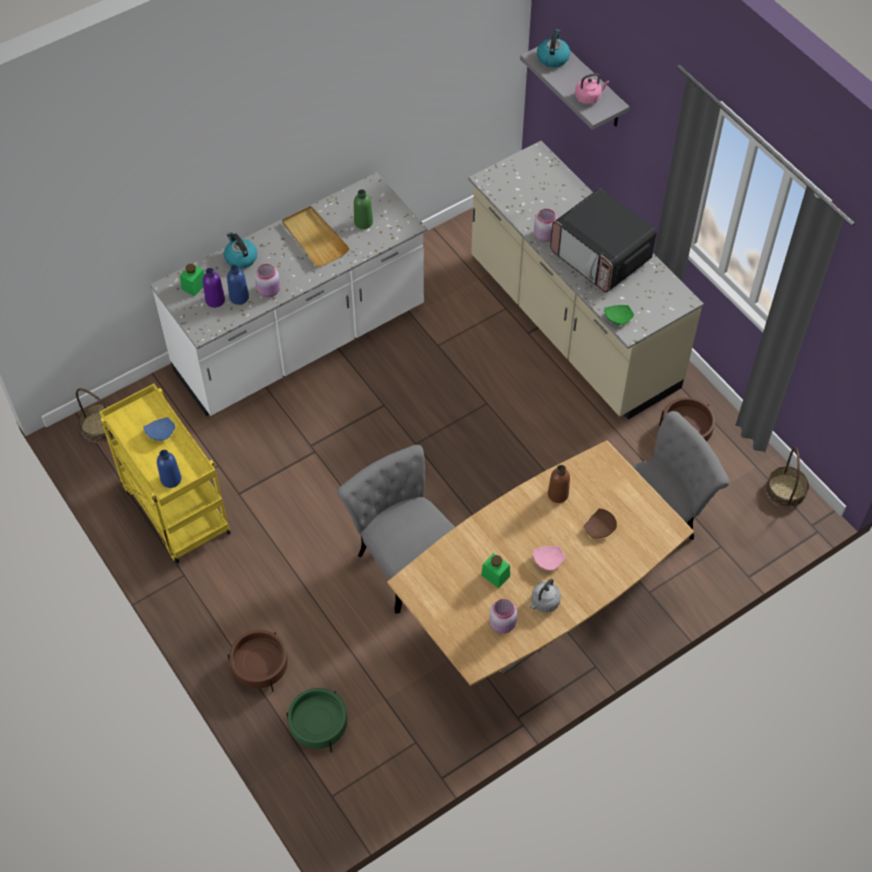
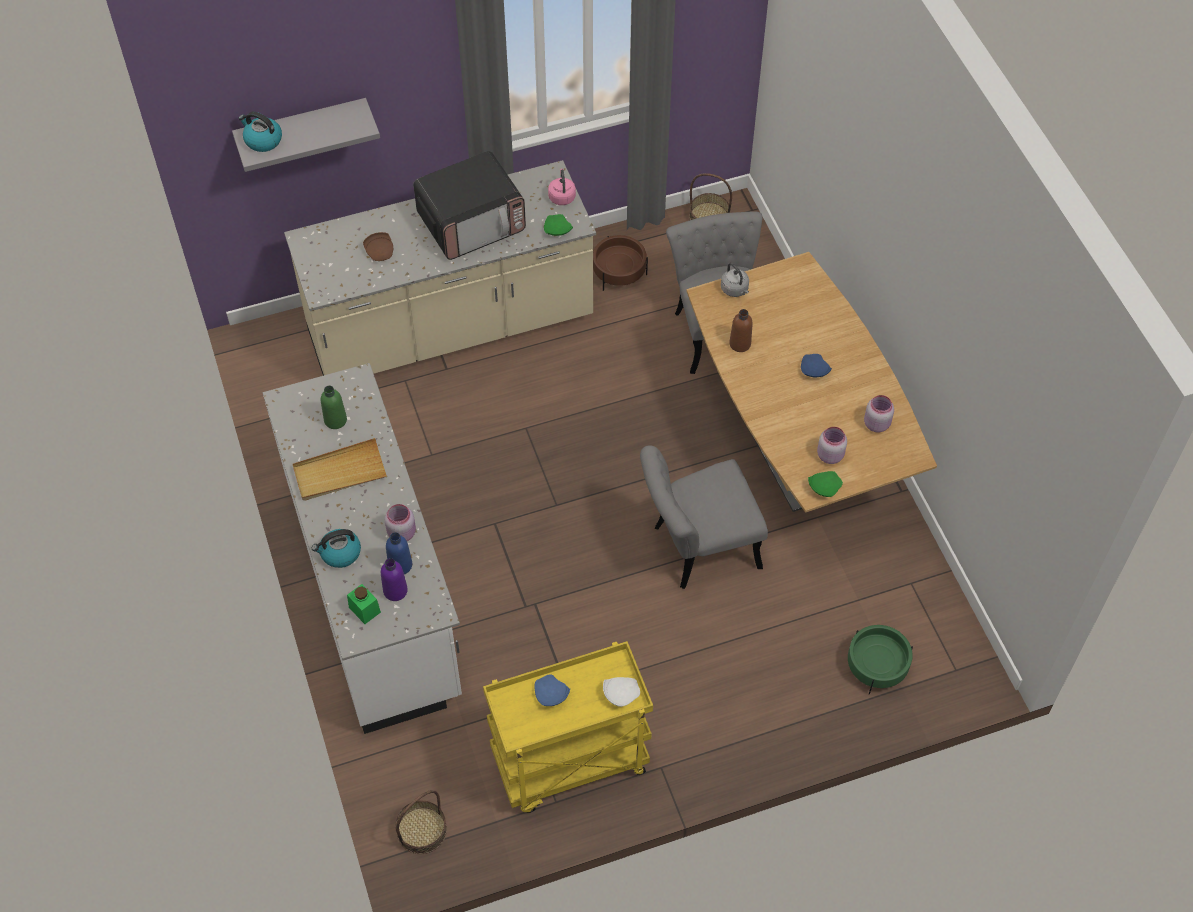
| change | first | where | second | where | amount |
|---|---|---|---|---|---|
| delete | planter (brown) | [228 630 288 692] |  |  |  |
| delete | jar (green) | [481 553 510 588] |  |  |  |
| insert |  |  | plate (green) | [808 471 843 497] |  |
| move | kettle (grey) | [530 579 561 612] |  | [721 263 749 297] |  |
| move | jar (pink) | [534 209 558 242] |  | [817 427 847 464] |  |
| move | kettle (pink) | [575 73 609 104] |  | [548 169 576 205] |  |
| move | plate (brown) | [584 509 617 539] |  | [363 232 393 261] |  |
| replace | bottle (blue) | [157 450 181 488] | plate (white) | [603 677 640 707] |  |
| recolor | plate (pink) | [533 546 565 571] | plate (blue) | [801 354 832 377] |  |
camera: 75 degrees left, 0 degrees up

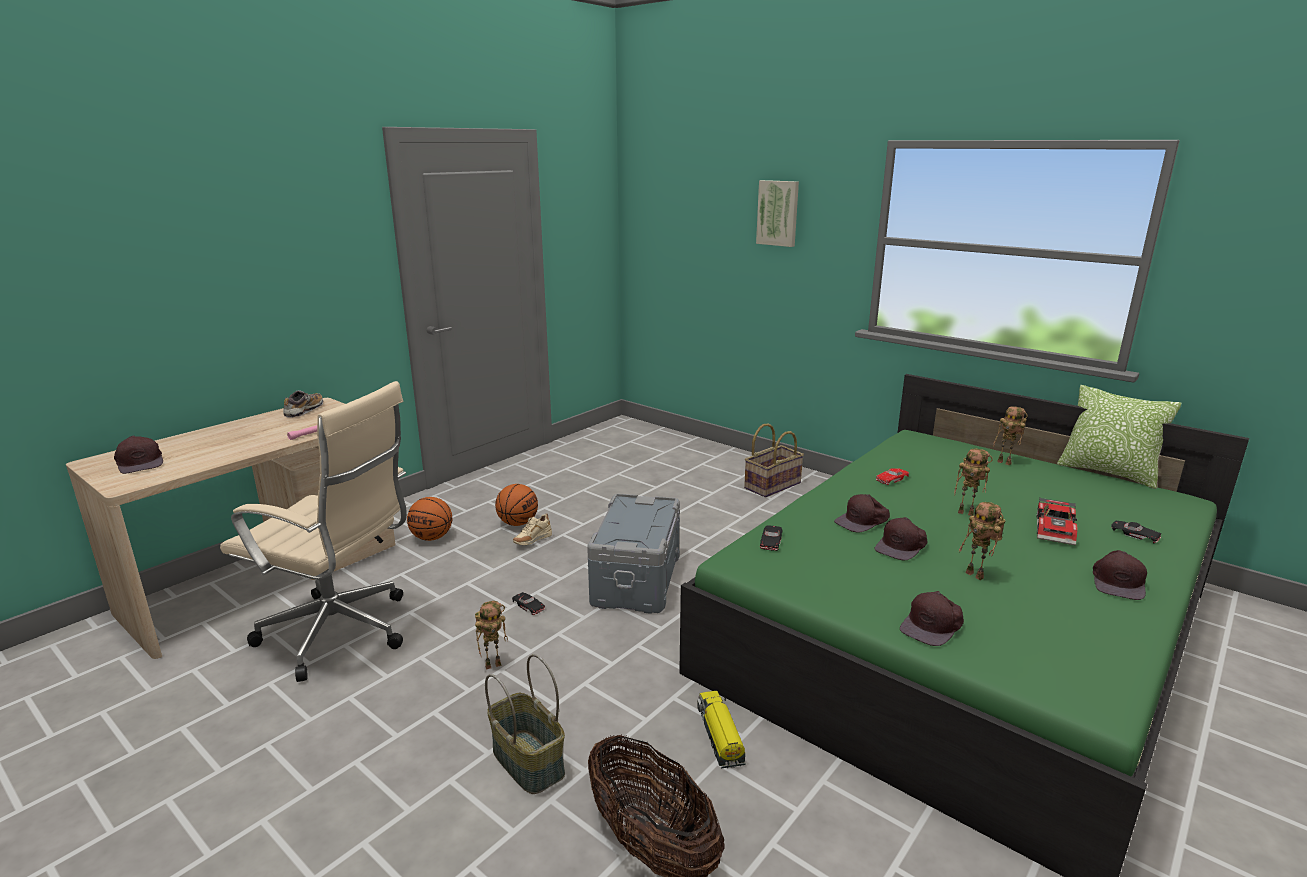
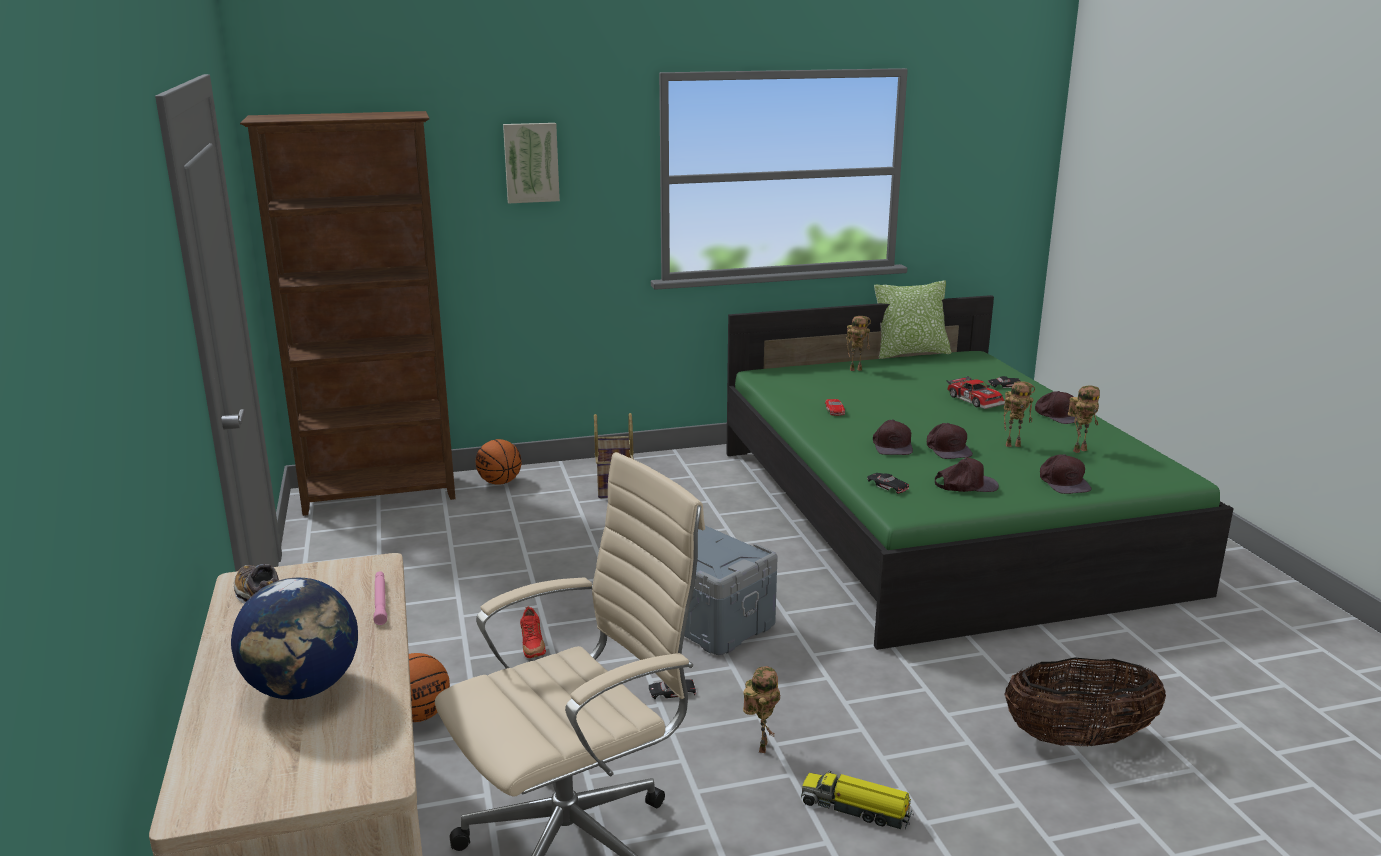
| change | first | where | second | where | amount |
|---|---|---|---|---|---|
| delete | basket | [485 654 565 794] |  |  |  |
| insert |  |  | globe | [231 578 358 700] |  |
| insert |  |  | bookcase (brown) | [240 111 456 516] |  |
| move | cap (brown) | [114 436 163 474] |  | [935 457 999 492] |  |
| move | basketball | [495 484 538 526] |  | [476 439 522 485] |  |
| move | toy truck | [697 691 746 769] |  | [801 771 914 829] |  |
| move | toy robot | [954 449 993 516] |  | [1068 385 1100 453] |  |
| recolor | shoe (beige) | [513 514 552 545] | shoe (red) | [520 606 546 658] |  |
camera: 55 degrees left, 0 degrees up

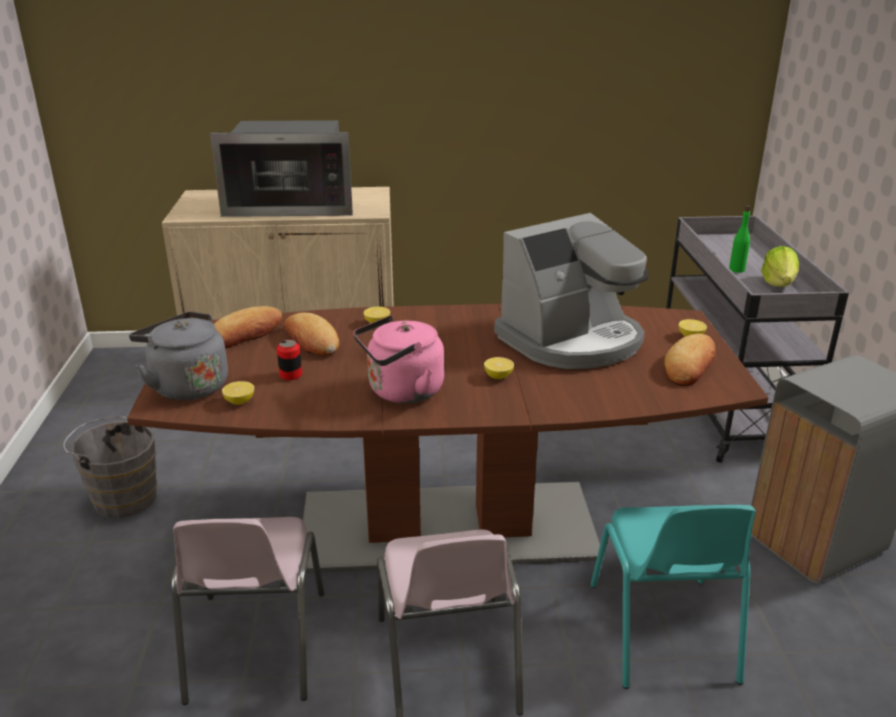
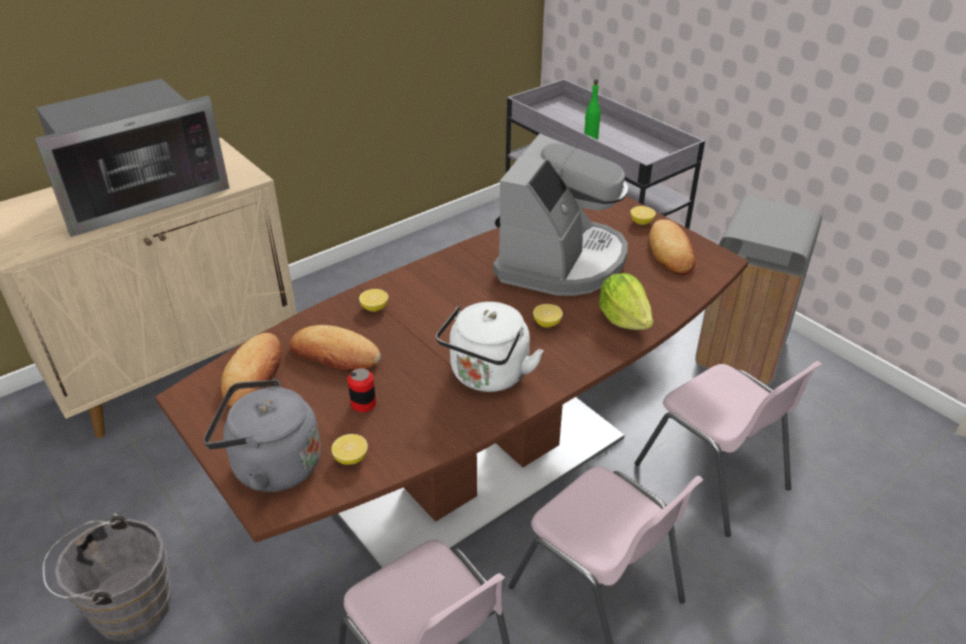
| change | first | where | second | where | amount |
|---|---|---|---|---|---|
| move | lettuce | [761 246 799 287] |  | [599 273 653 330] |  |
| recolor | kettle (pink) | [353 315 444 403] | kettle (white) | [436 302 543 392] |  |
| recolor | chair (turquoise) | [591 505 756 689] | chair (pink) | [634 361 822 537] |  |
camera: 35 degrees left, 10 degrees up

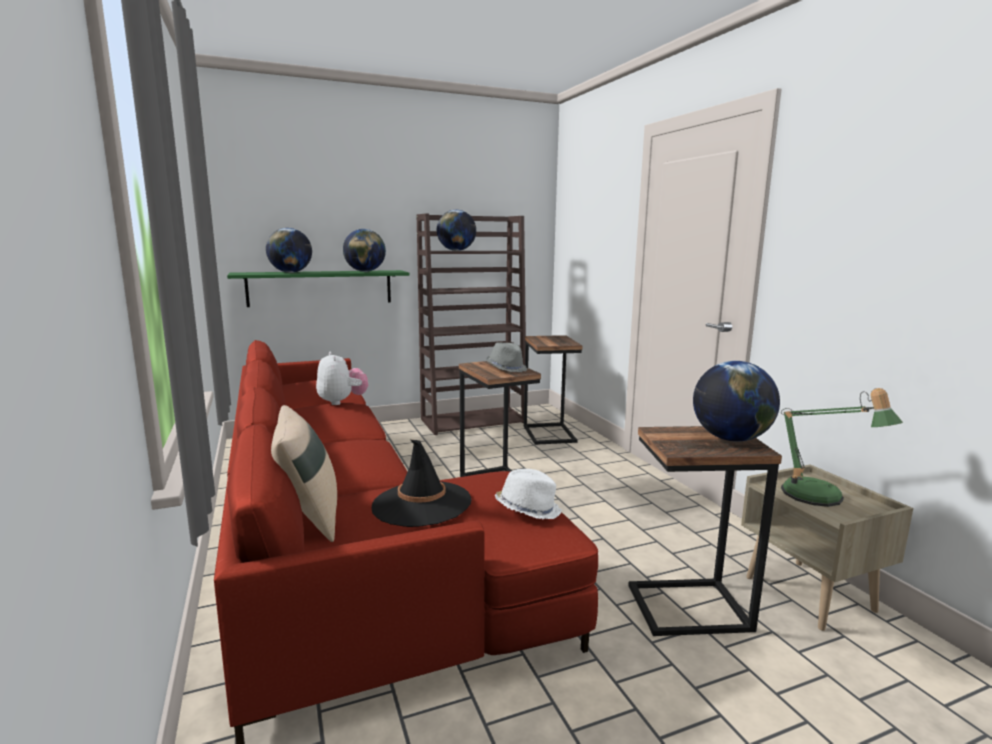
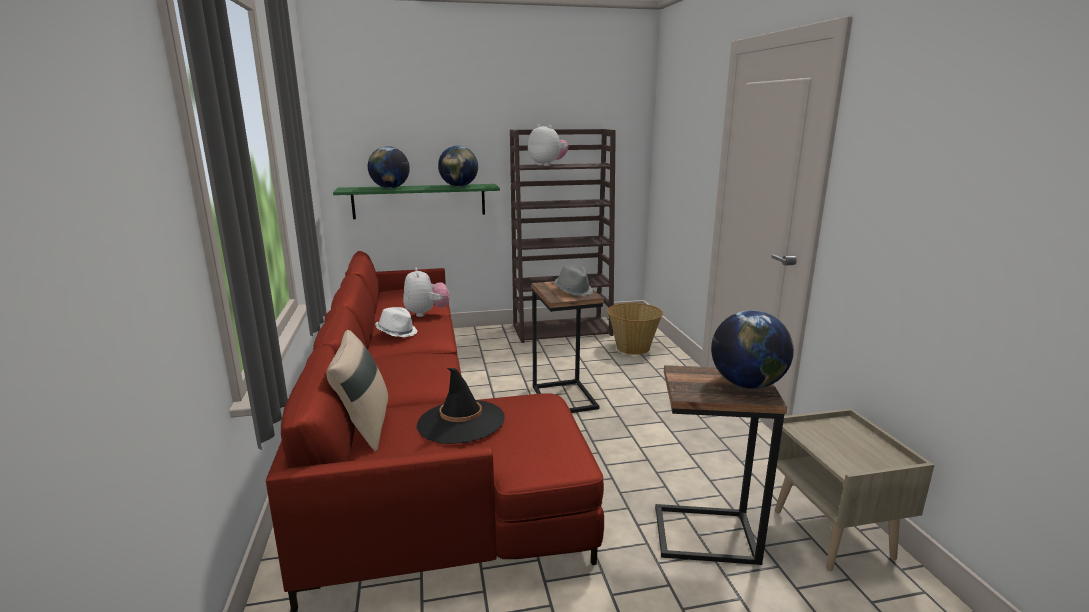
| change | first | where | second | where | amount |
|---|---|---|---|---|---|
| delete | table lamp | [781 388 903 507] |  |  |  |
| move | hat (white) | [495 469 562 519] |  | [375 307 418 337] |  |
| replace | globe | [437 210 476 251] | plush toy | [528 124 568 166] |  |
| replace | side table | [524 335 582 445] | basket | [607 303 663 355] |  |
camera: 10 degrees right, 5 degrees up

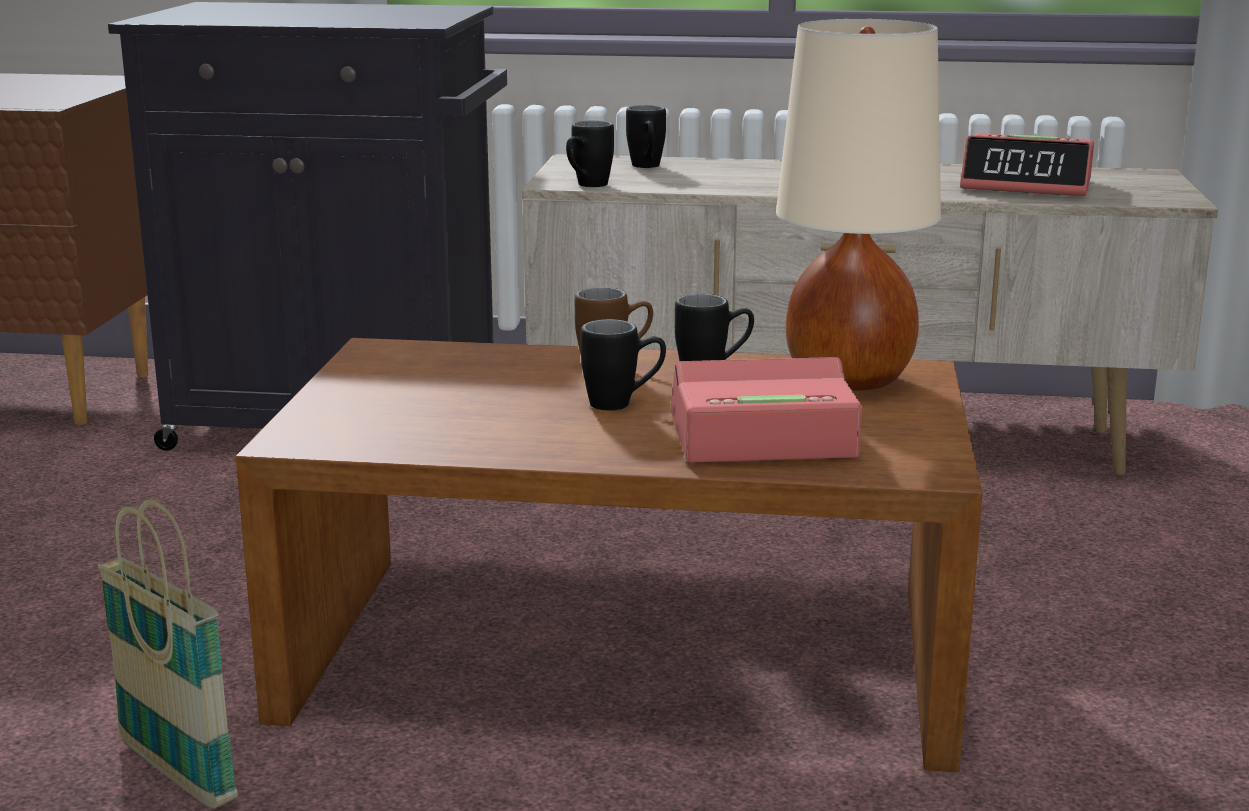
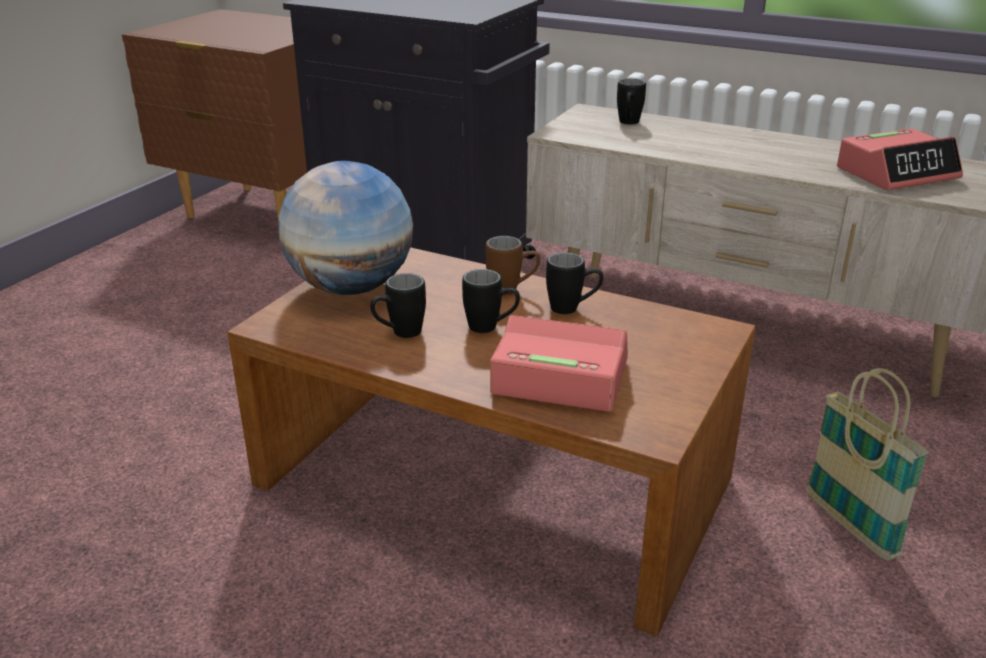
| change | first | where | second | where | amount |
|---|---|---|---|---|---|
| delete | table lamp (beige) | [776 19 941 391] |  |  |  |
| insert |  |  | globe | [278 161 413 295] |  |
| move | basket | [98 500 238 809] |  | [806 368 929 561] |  |
| move | mug (black) | [566 120 614 187] |  | [370 273 426 338] |  |
| rotate | alarm clock | [960 133 1094 196] |  | [837 128 963 190] | 60 degrees counterclockwise |
camera: 20 degrees right, 10 degrees up

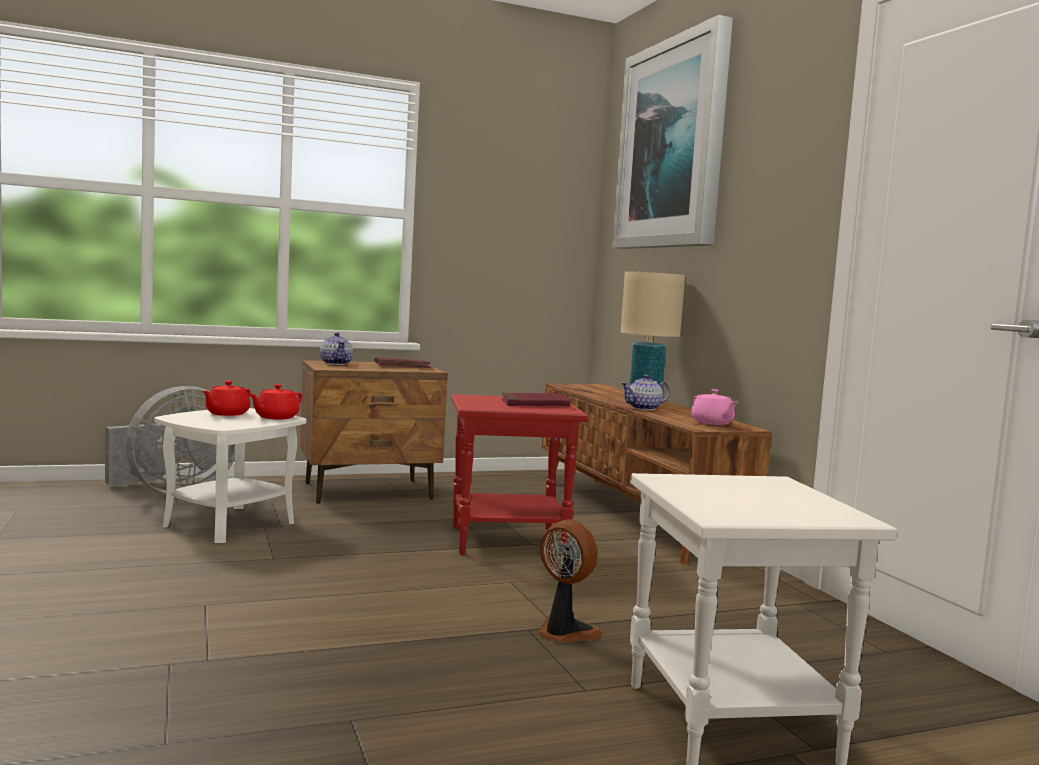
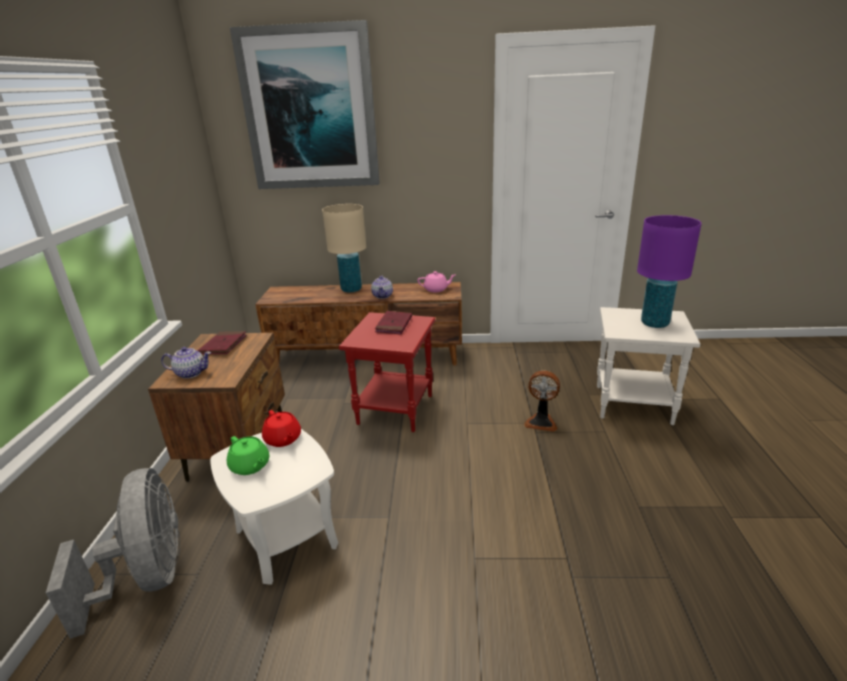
| change | first | where | second | where | amount |
|---|---|---|---|---|---|
| insert |  |  | table lamp (purple) | [637 215 702 328] |  |
| recolor | teapot (red) | [202 381 251 416] | teapot (green) | [227 436 269 475] |  |
| rotate | fan | [538 519 603 642] |  | [524 371 560 432] | 135 degrees counterclockwise |
camera: 65 degrees left, 20 degrees up

